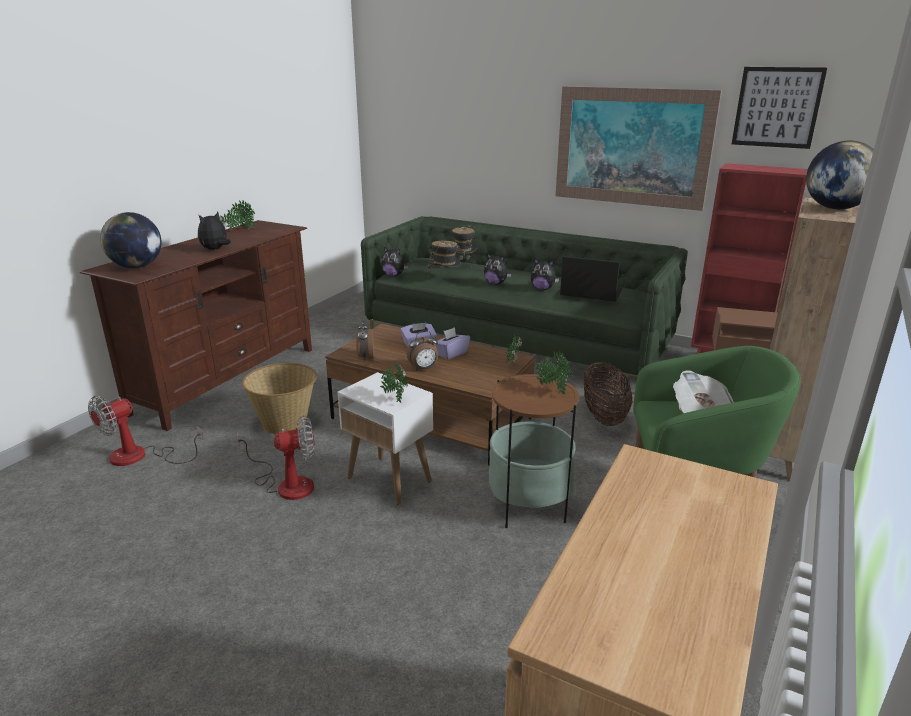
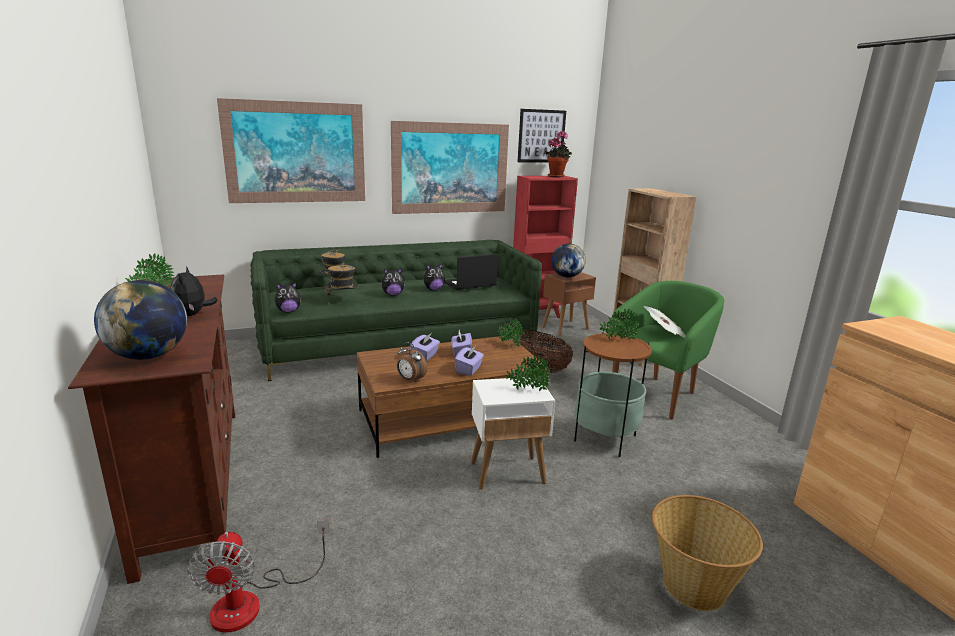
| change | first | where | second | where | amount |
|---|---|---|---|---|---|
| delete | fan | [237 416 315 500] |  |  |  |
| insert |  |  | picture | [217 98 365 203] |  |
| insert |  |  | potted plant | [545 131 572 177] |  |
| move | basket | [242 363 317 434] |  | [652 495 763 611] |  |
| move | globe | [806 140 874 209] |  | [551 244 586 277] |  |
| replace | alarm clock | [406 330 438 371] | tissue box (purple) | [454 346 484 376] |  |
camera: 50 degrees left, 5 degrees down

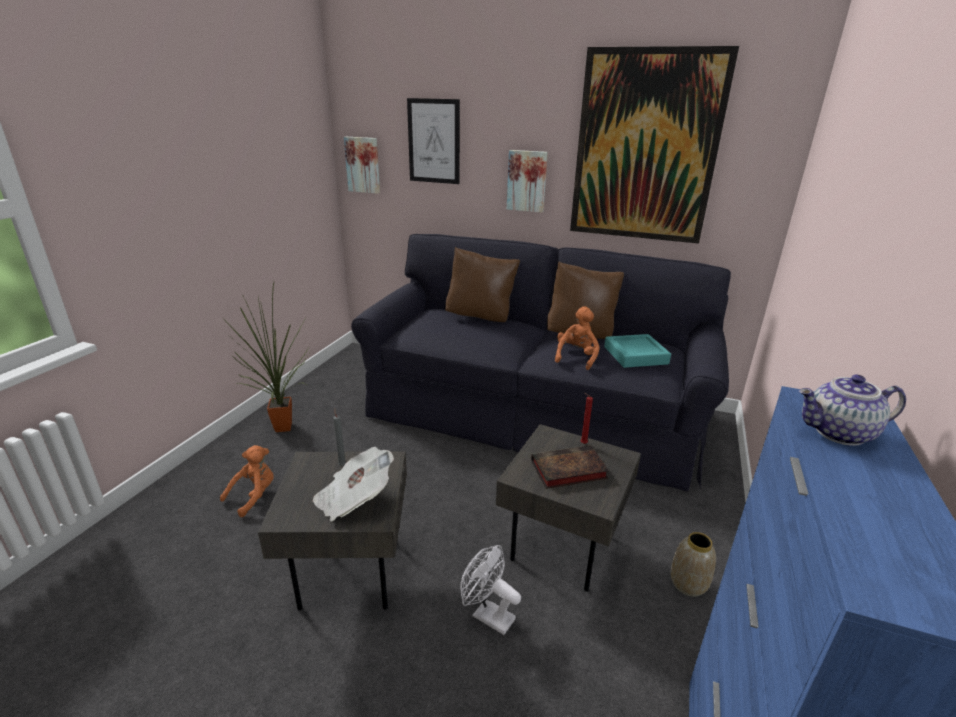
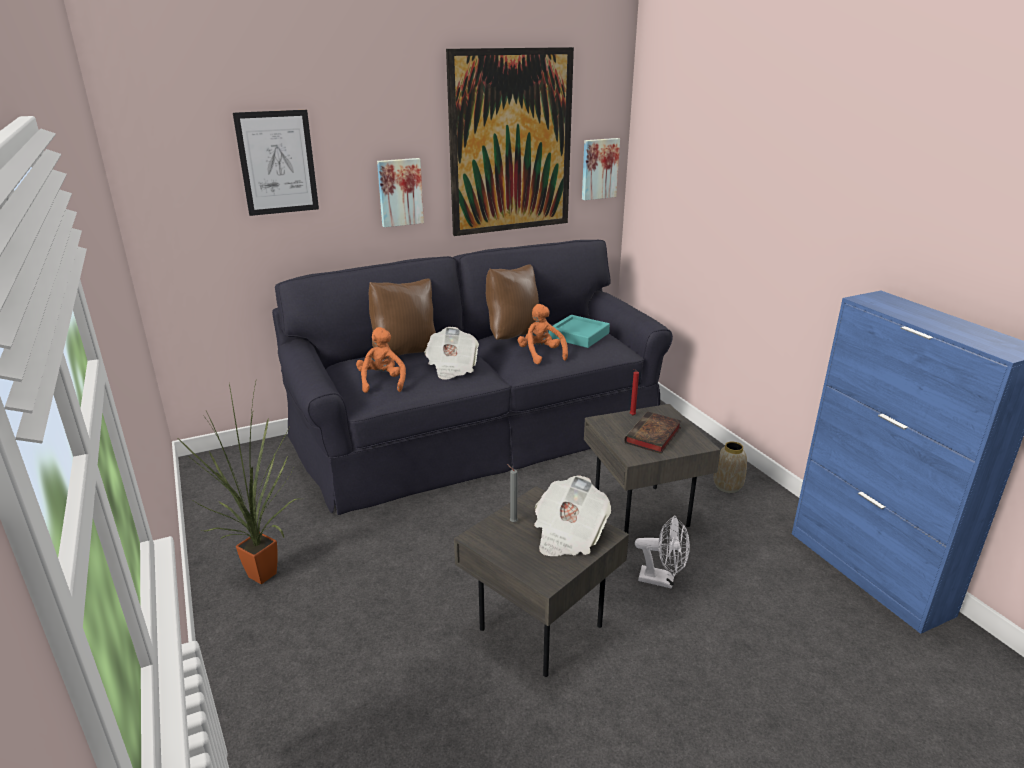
| change | first | where | second | where | amount |
|---|---|---|---|---|---|
| delete | teapot | [798 375 906 446] |  |  |  |
| insert |  |  | newspaper | [424 327 479 380] |  |
| move | plush toy (orange) | [220 445 274 517] |  | [356 327 406 393] |  |
| move | picture | [344 137 380 194] |  | [582 138 620 200] |  |
| rotate | fan (white) | [460 545 521 635] |  | [635 515 690 589] | 150 degrees counterclockwise |
camera: 45 degrees left, 0 degrees up

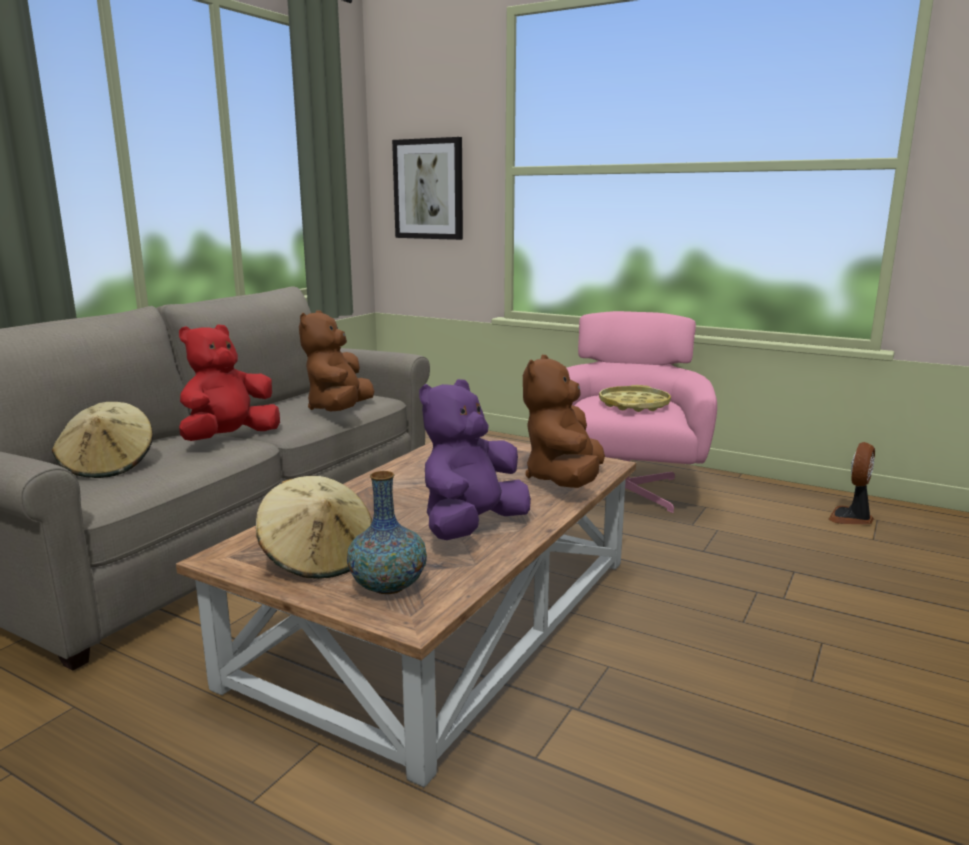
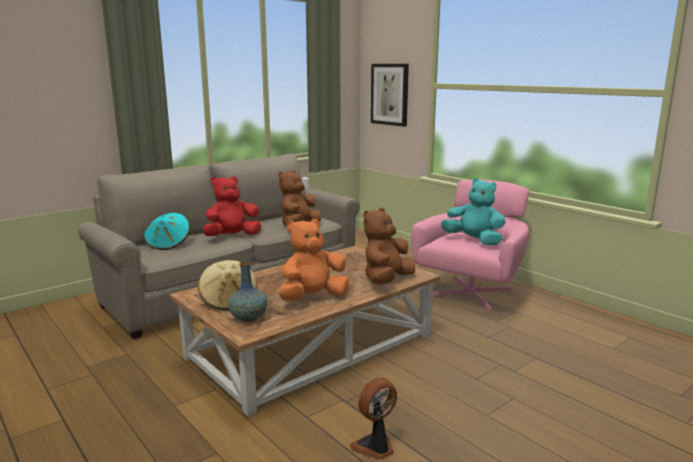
| change | first | where | second | where | amount |
|---|---|---|---|---|---|
| move | fan | [828 442 875 524] |  | [350 378 397 459] |  |
| replace | tray (yellow) | [599 385 671 412] | plush toy (turquoise) | [441 178 506 246] |  |
| recolor | hat (beige) | [52 402 153 478] | hat (turquoise) | [144 213 190 250] |  |
| recolor | plush toy (purple) | [419 379 531 540] | plush toy (orange) | [279 219 349 301] |  |
camera: 20 degrees right, 0 degrees up

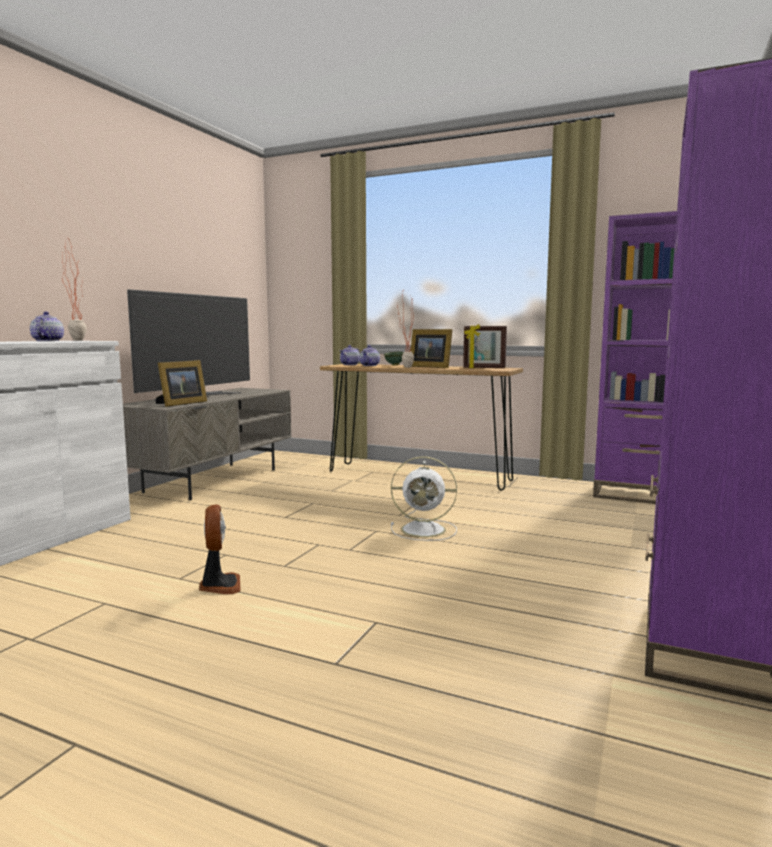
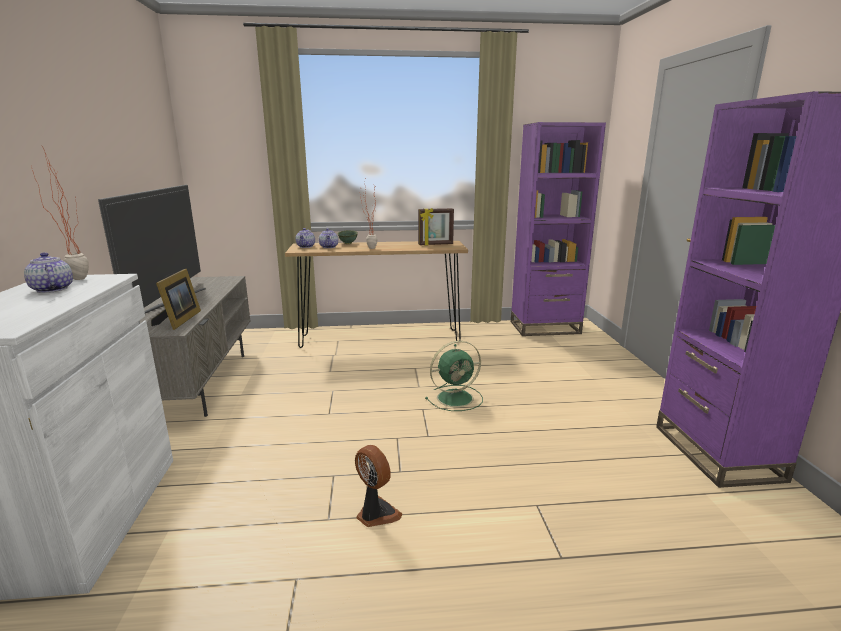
| change | first | where | second | where | amount |
|---|---|---|---|---|---|
| delete | picture frame | [411 329 453 368] |  |  |  |
| recolor | fan (white) | [391 457 457 541] | fan (green) | [425 341 483 411] |  |
camera: 30 degrees left, 10 degrees up

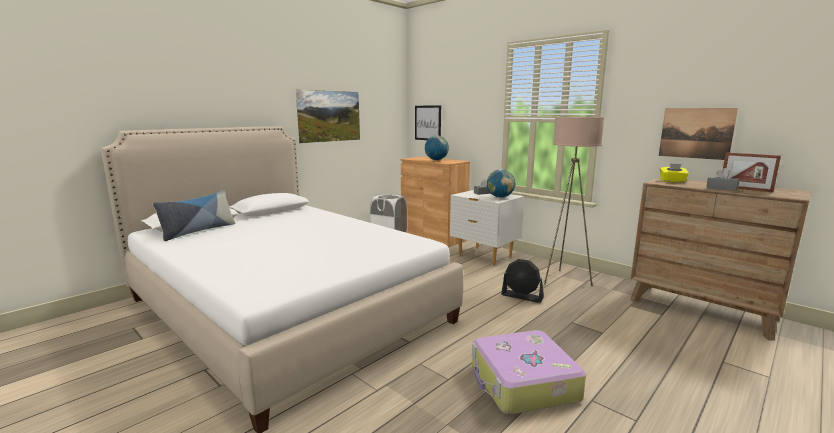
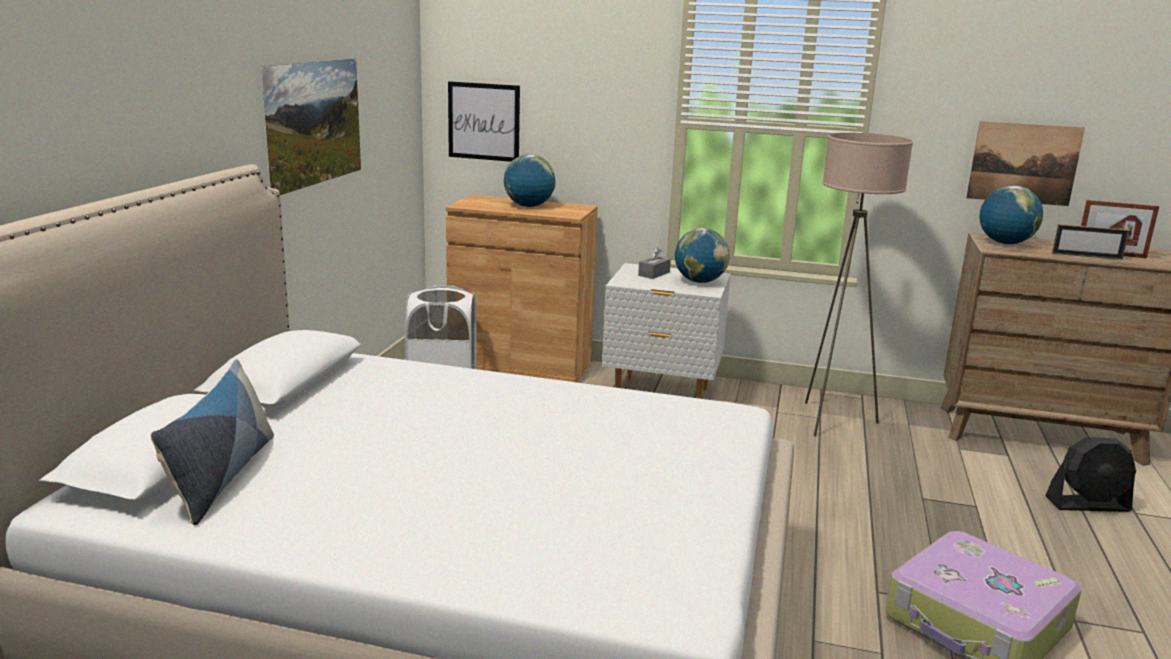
| change | first | where | second | where | amount |
|---|---|---|---|---|---|
| move | fan (black) | [501 259 544 303] |  | [1045 437 1136 512] |  |
| replace | tissue box (yellow) | [660 163 689 182] | globe | [979 186 1043 245] |  |
| replace | tissue box (grey) | [706 168 740 191] | picture frame | [1052 224 1129 260] |  |
camera: 30 degrees left, 5 degrees up

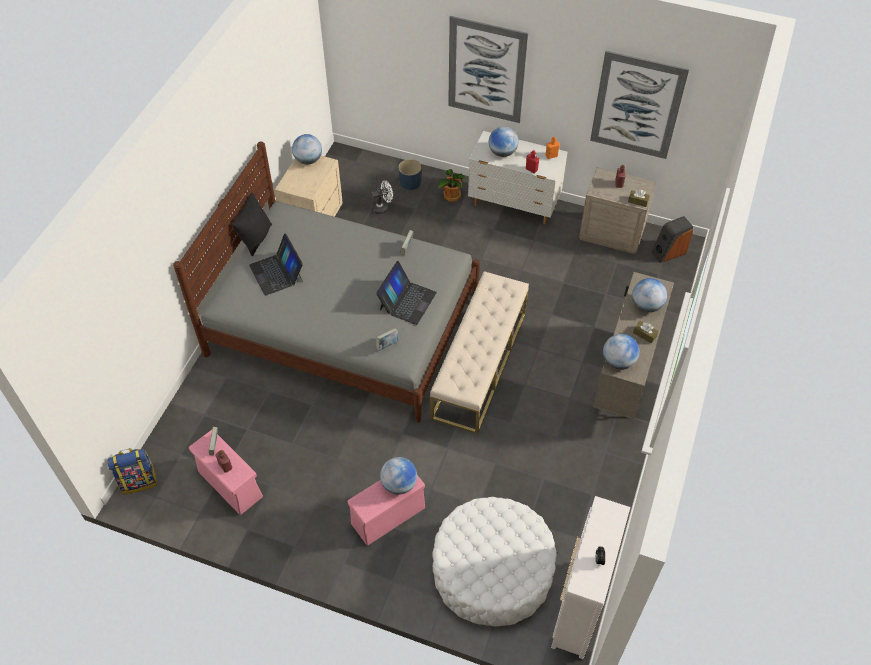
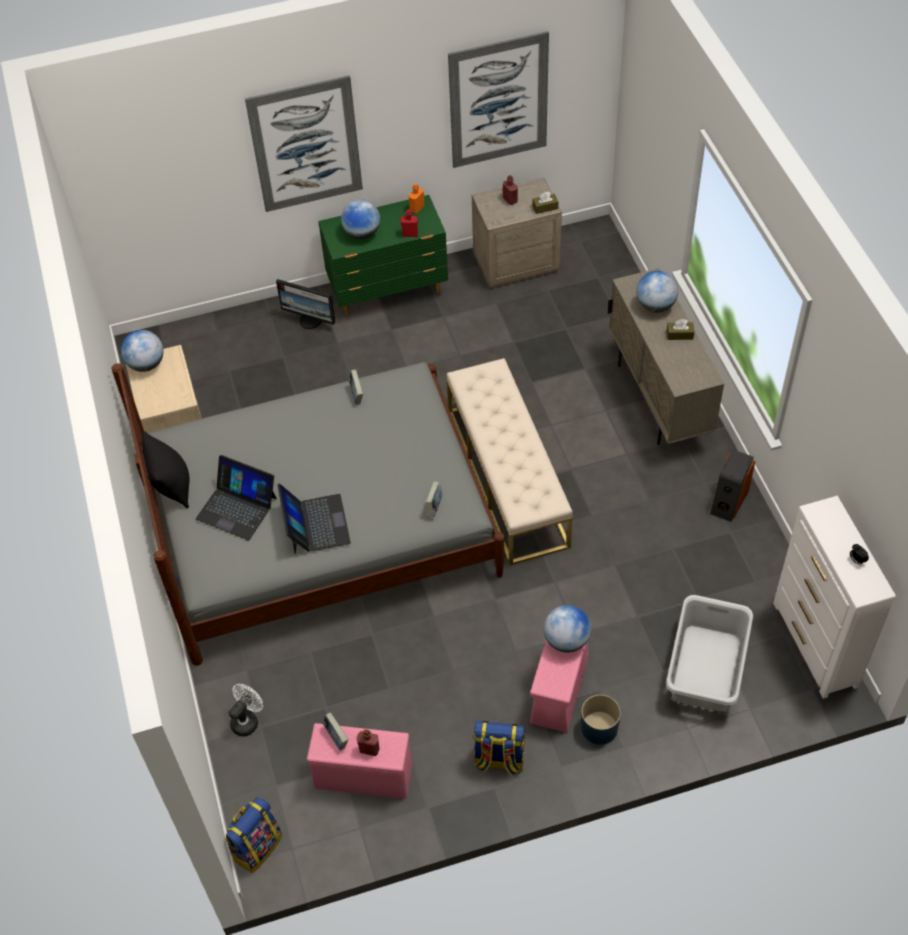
| change | first | where | second | where | amount |
|---|---|---|---|---|---|
| delete | globe | [603 334 639 370] |  |  |  |
| insert |  |  | backpack | [473 721 525 776] |  |
| move | fan (white) | [371 180 393 214] |  | [228 684 263 736] |  |
| move | laptop | [376 261 437 325] |  | [277 483 351 554] |  |
| move | planter (blue) | [398 159 422 190] |  | [581 695 621 745] |  |
| move | speaker | [651 216 693 263] |  | [710 449 755 522] |  |
| replace | ottoman (white) | [432 497 556 626] | laundry basket (grey) | [666 595 753 711] |  |
| replace | potted plant | [438 169 465 202] | monitor | [276 279 335 329] |  |
| recolor | dresser (white) | [468 131 567 224] | dresser (green) | [318 195 448 316] |  |
camera: 35 degrees left, 0 degrees up

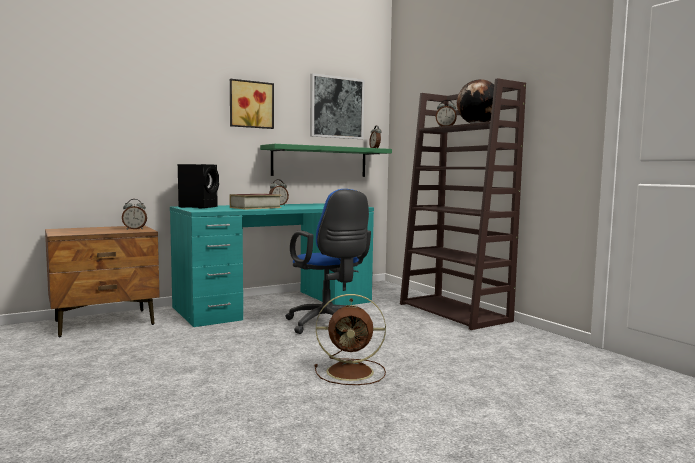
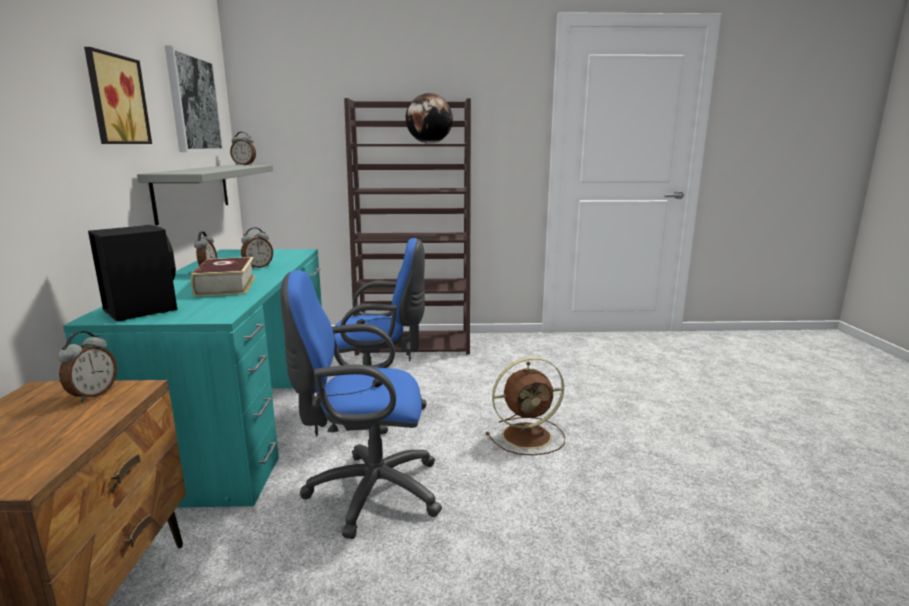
| change | first | where | second | where | amount |
|---|---|---|---|---|---|
| insert |  |  | office chair (blue) | [280 270 442 539] |  |
| move | alarm clock | [436 100 457 127] |  | [241 228 273 268] |  |
| recolor | shelf (green) | [260 144 392 177] | shelf (grey) | [137 165 273 225] |  |
| rotate | fan (brown) | [315 294 386 385] |  | [486 357 565 455] | 45 degrees clockwise |
camera: 60 degrees left, 10 degrees up

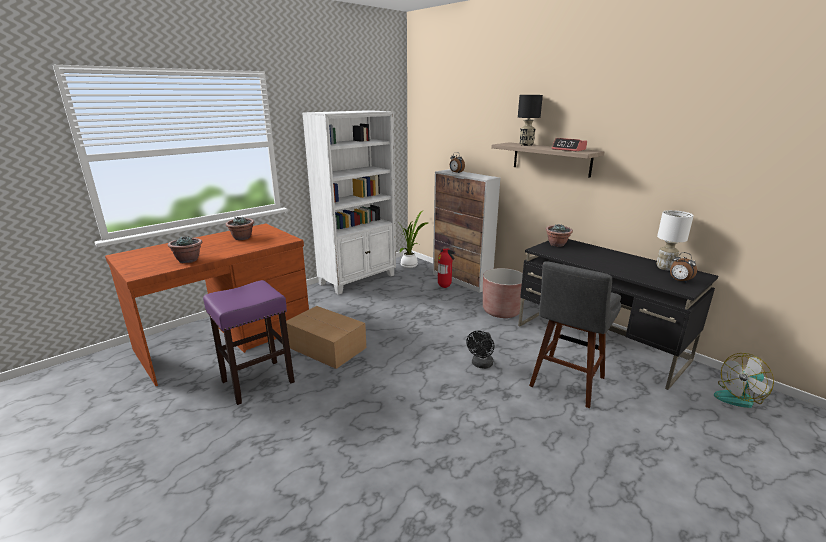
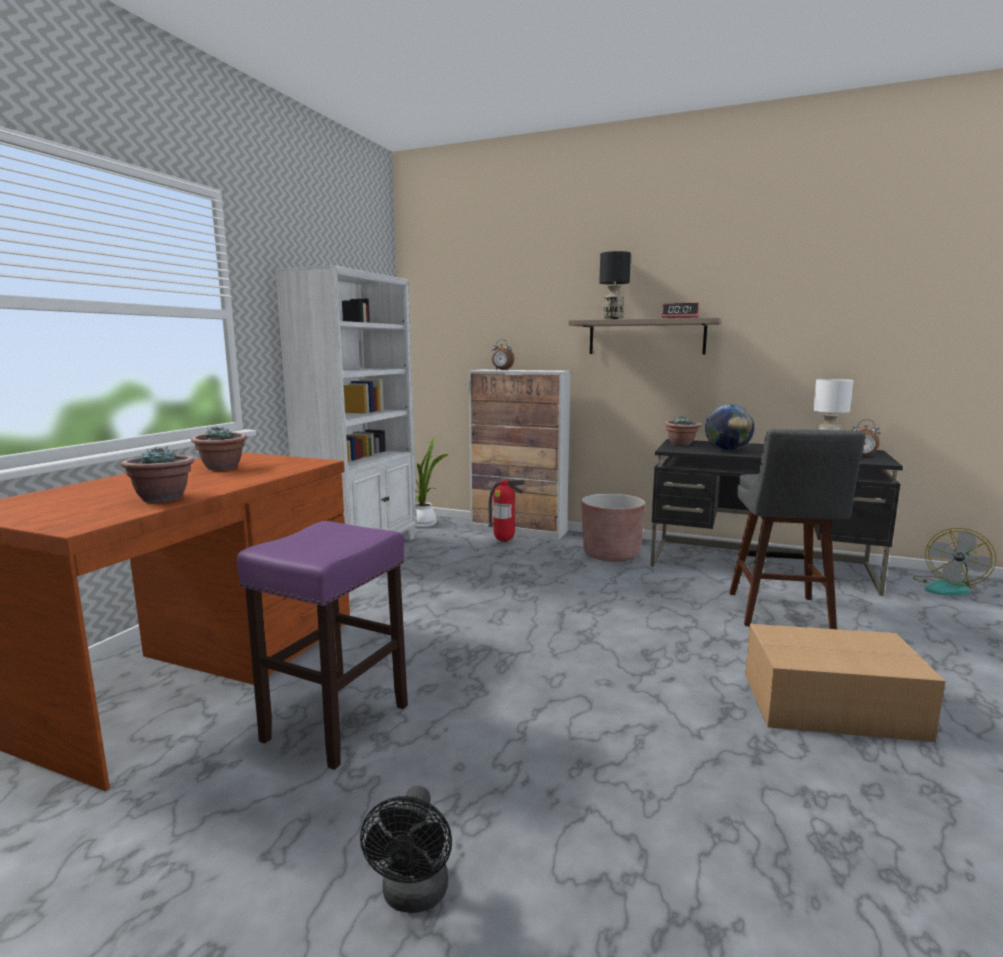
| change | first | where | second | where | amount |
|---|---|---|---|---|---|
| insert |  |  | globe | [705 405 754 451] |  |
| move | cardboard box | [286 306 366 369] |  | [745 624 945 742] |  |
| move | fan (black) | [466 331 494 369] |  | [360 786 452 913] |  |
camera: 25 degrees left, 10 degrees down

